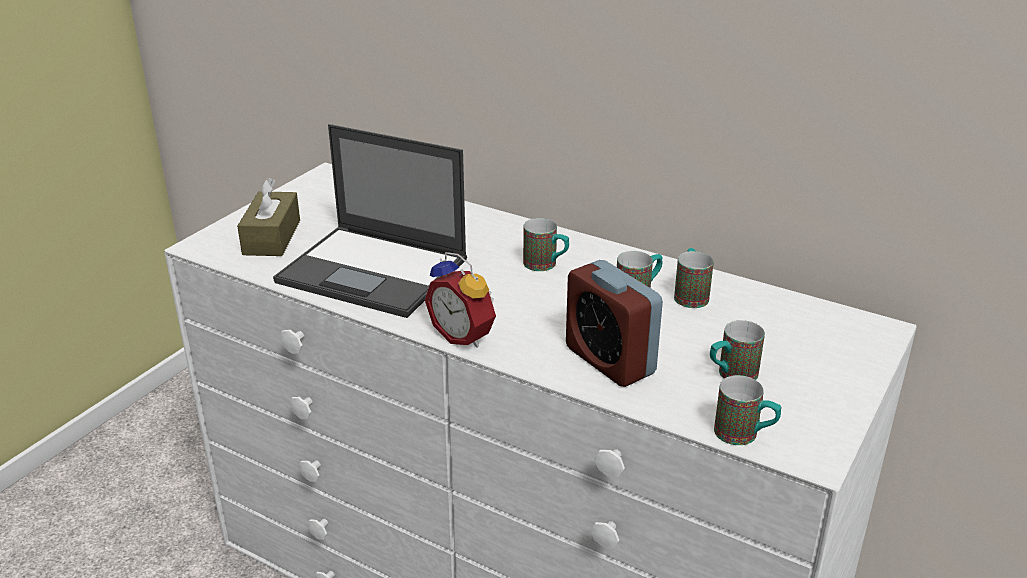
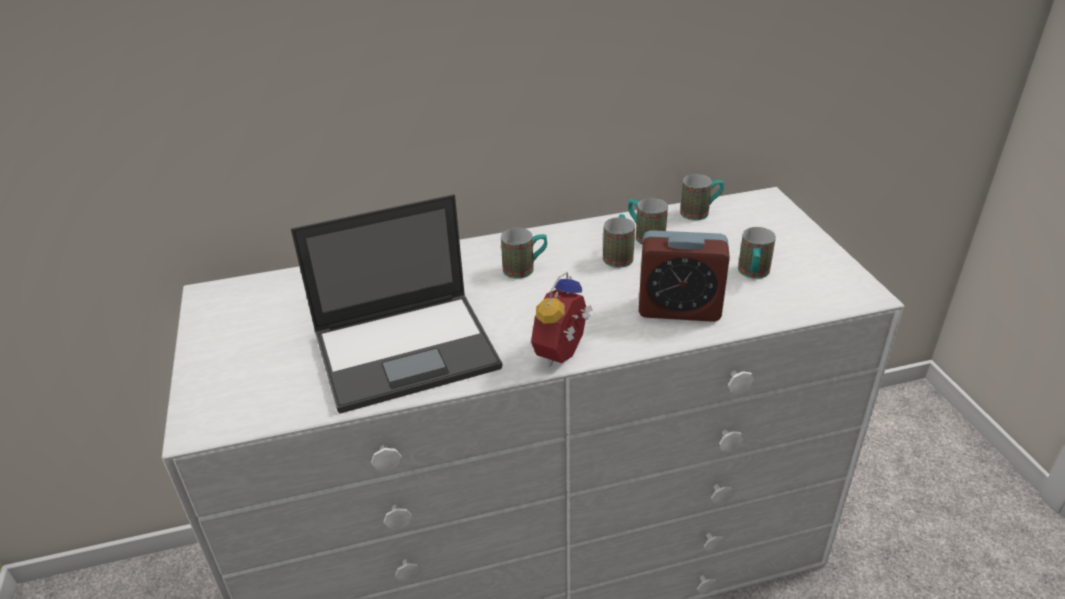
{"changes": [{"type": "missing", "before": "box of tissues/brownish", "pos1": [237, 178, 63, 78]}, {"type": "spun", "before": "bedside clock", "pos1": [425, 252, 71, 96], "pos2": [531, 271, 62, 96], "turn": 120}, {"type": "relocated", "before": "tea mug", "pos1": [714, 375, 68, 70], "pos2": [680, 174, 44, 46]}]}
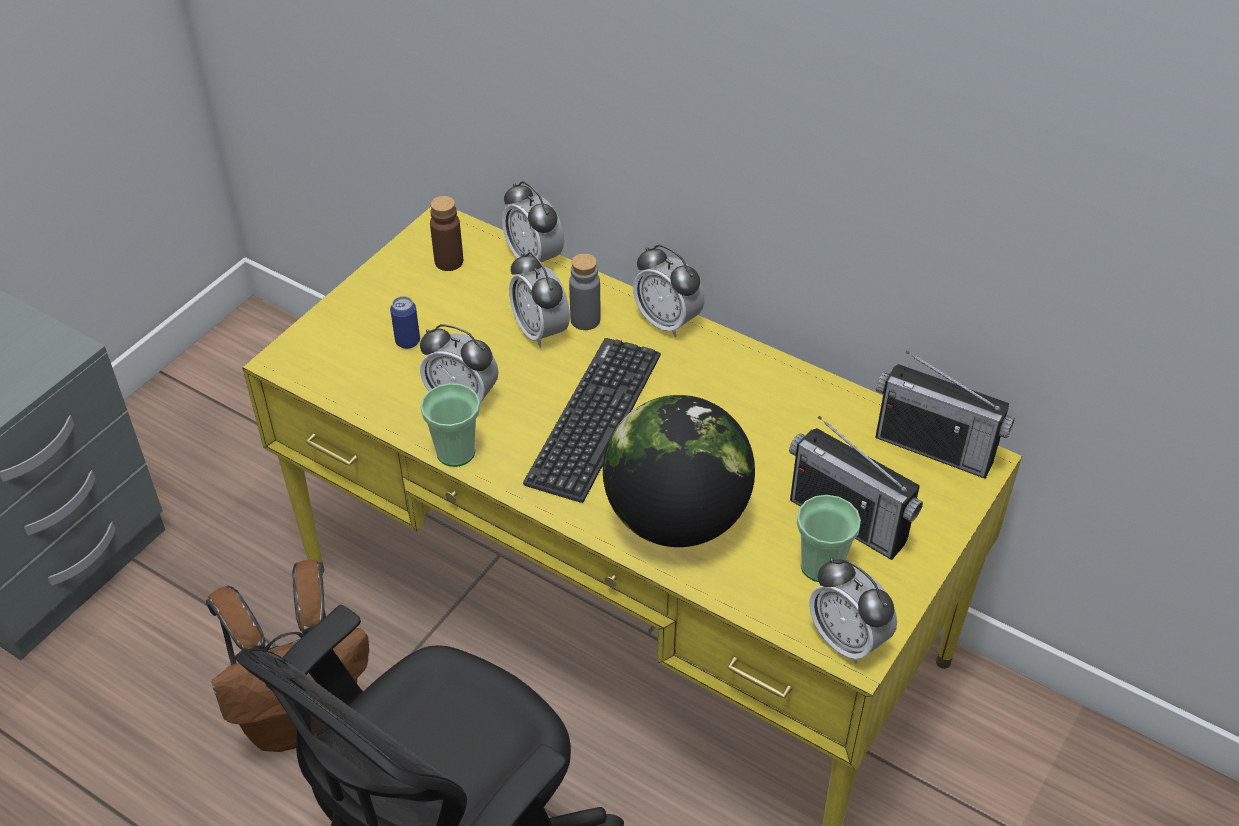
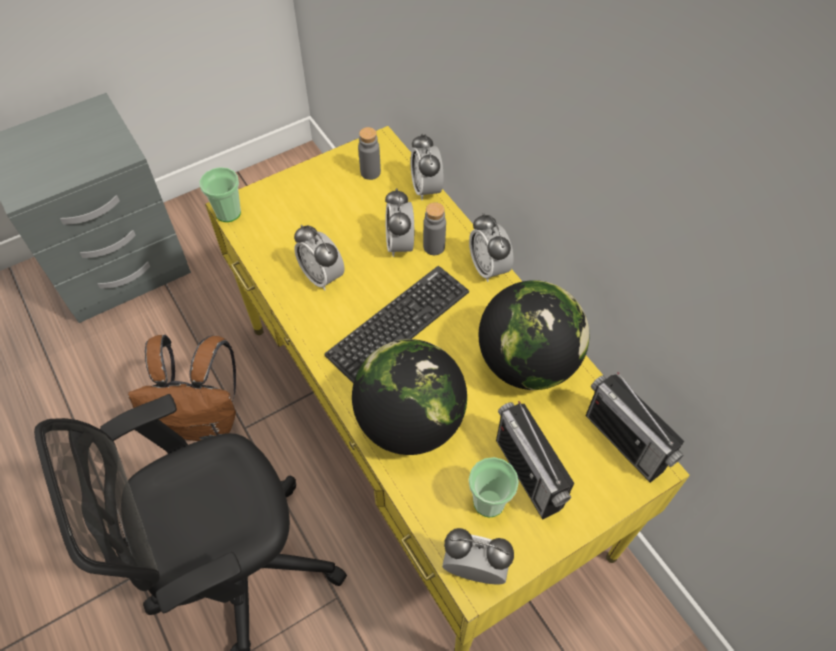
{"changes": [{"type": "colour", "before": "bottle/brownish", "after": "bottle/gray", "pos1": [430, 196, 33, 75], "pos2": [358, 127, 23, 53]}, {"type": "missing", "before": "can", "pos1": [390, 296, 30, 53]}, {"type": "relocated", "before": "small cup", "pos1": [420, 383, 60, 84], "pos2": [199, 167, 42, 55]}, {"type": "spun", "before": "bedside clock", "pos1": [809, 558, 88, 106], "pos2": [442, 528, 72, 56], "turn": 120}, {"type": "appeared", "after": "globe", "pos2": [478, 280, 111, 110]}]}
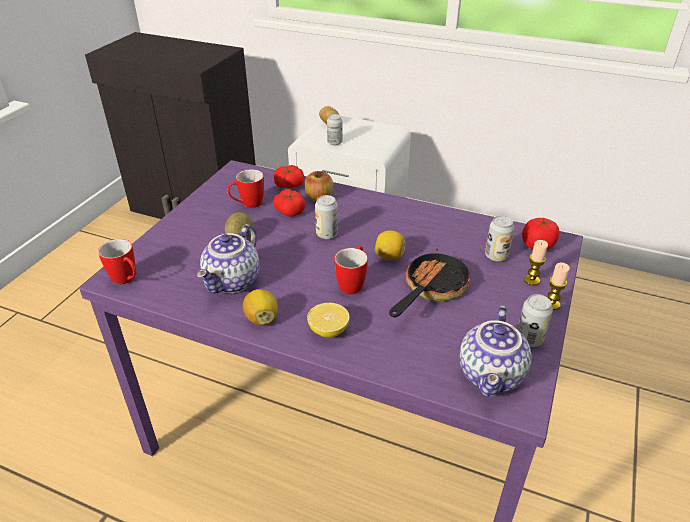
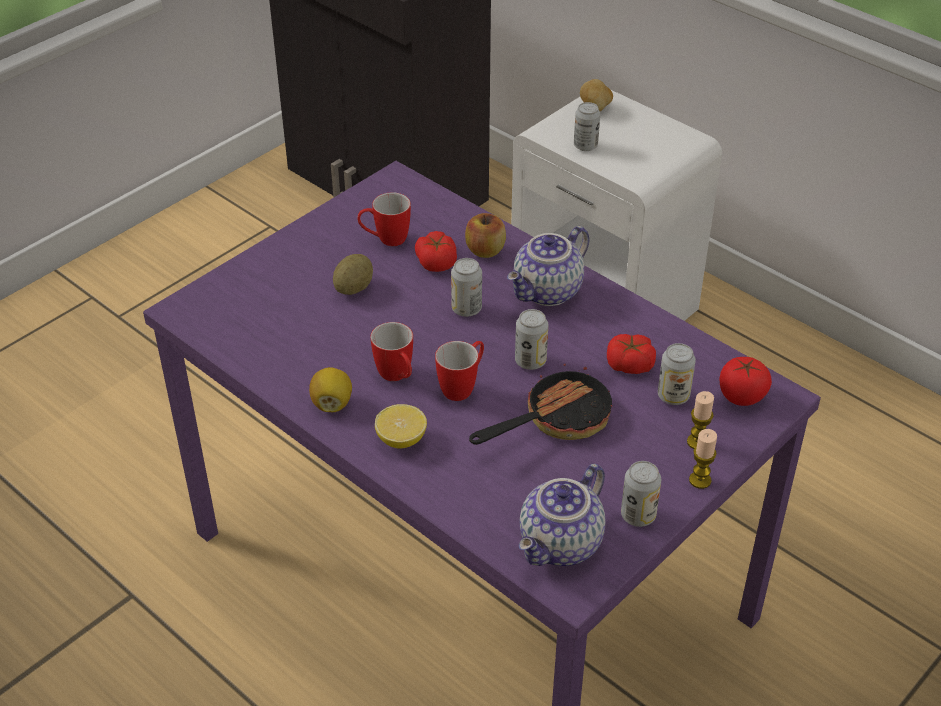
{"changes": [{"type": "relocated", "before": "tomato", "pos1": [274, 165, 30, 23], "pos2": [607, 334, 49, 40]}, {"type": "relocated", "before": "teapot", "pos1": [197, 224, 62, 69], "pos2": [507, 226, 83, 80]}, {"type": "exchanged", "before": "citrus fruit", "after": "can", "pos1": [375, 230, 31, 30], "pos2": [515, 309, 33, 61]}, {"type": "relocated", "before": "tea mug", "pos1": [98, 239, 38, 45], "pos2": [370, 322, 43, 59]}]}
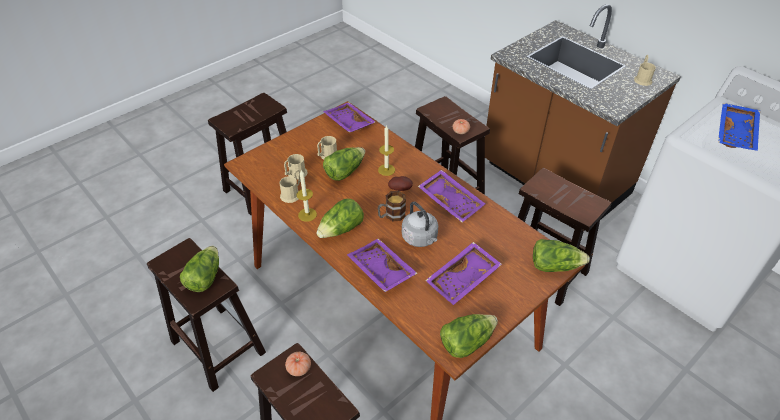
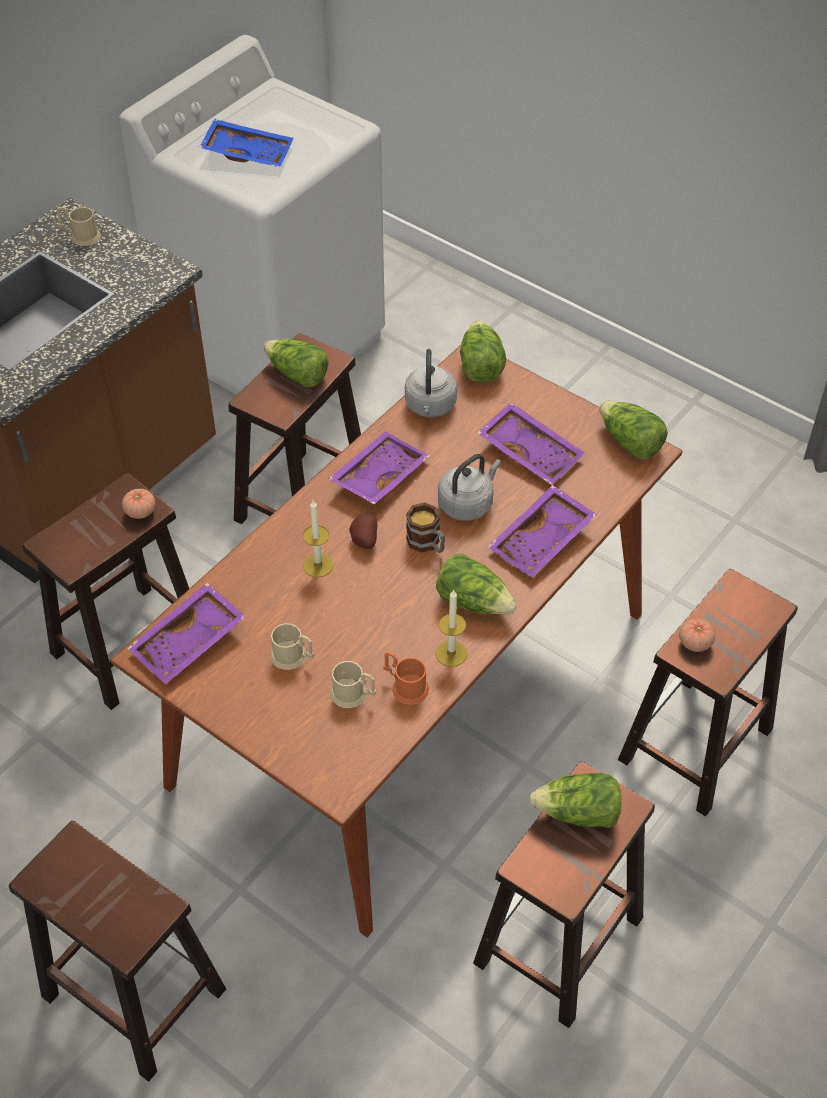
{"changes": [{"type": "relocated", "before": "lettuce head", "pos1": [323, 147, 42, 34], "pos2": [263, 339, 66, 48]}, {"type": "colour", "before": "tea mug/sand-coloured", "after": "tea mug/orange", "pos1": [280, 169, 21, 34], "pos2": [383, 652, 46, 53]}, {"type": "appeared", "after": "tea kettle/gray", "pos2": [405, 349, 52, 68]}]}
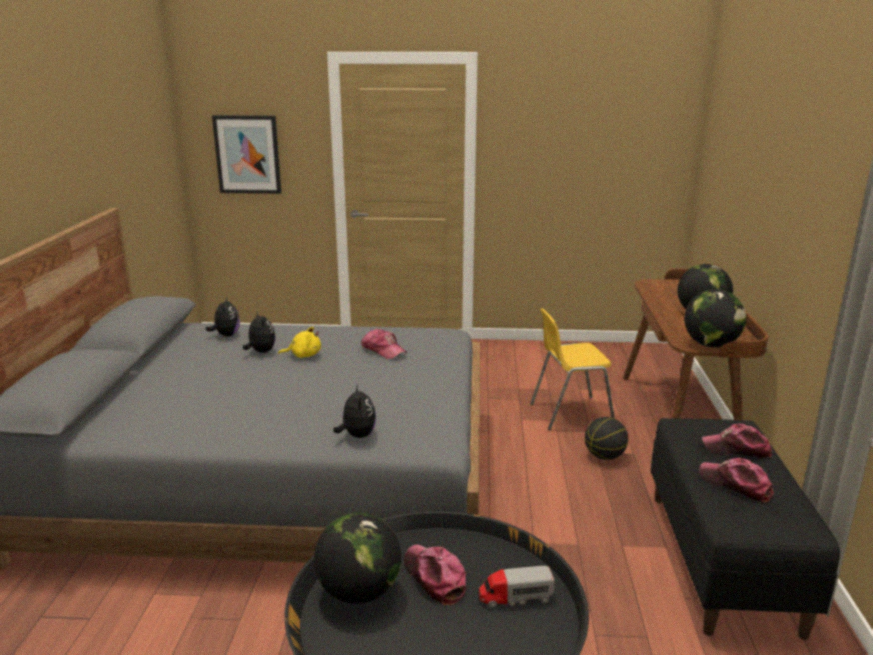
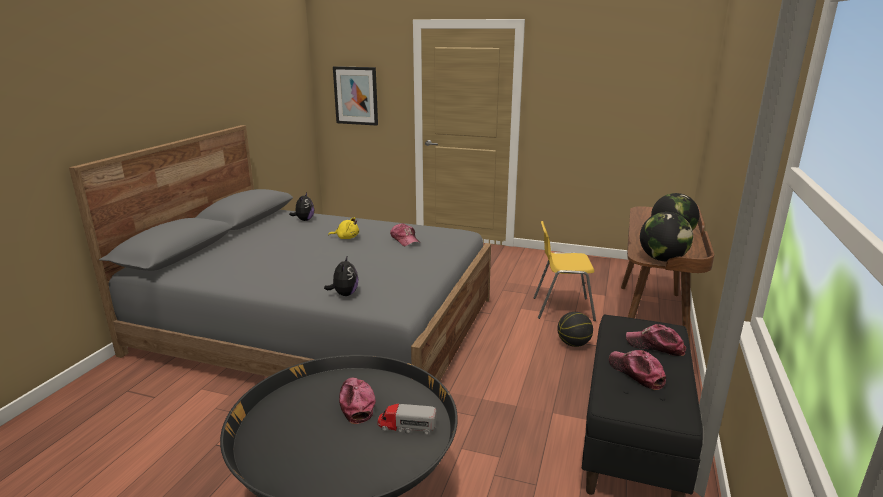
{"changes": [{"type": "missing", "before": "cuddly toy", "pos1": [243, 311, 33, 42]}, {"type": "missing", "before": "globe", "pos1": [314, 513, 87, 91]}]}
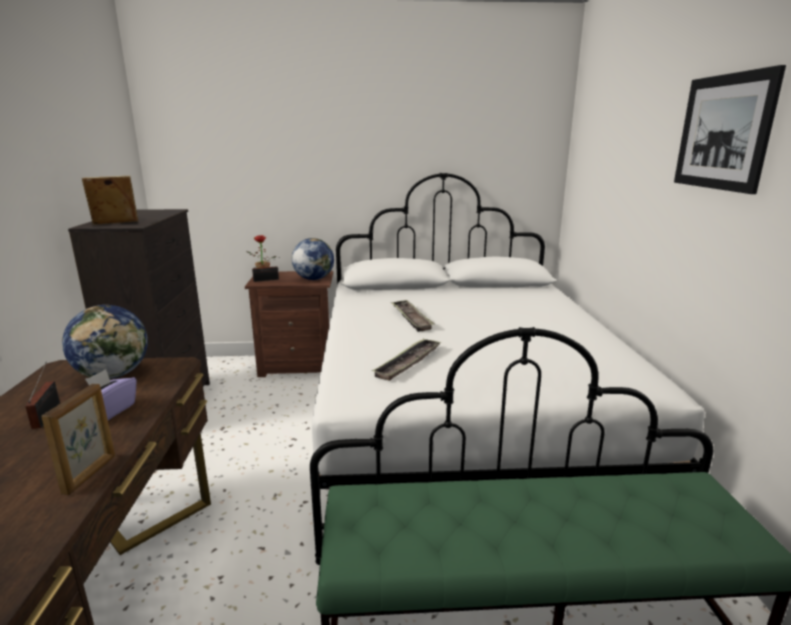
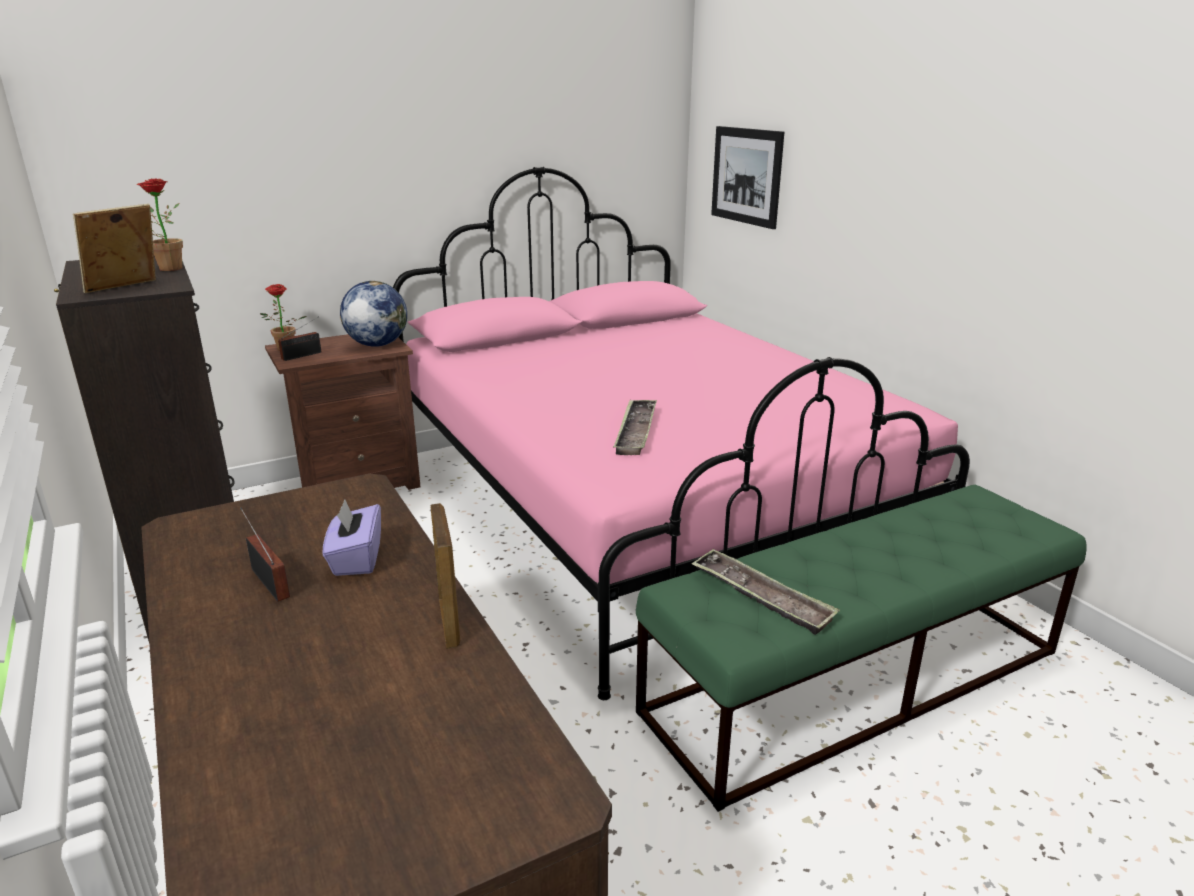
{"changes": [{"type": "relocated", "before": "wall picture", "pos1": [674, 65, 112, 129], "pos2": [711, 126, 73, 103]}, {"type": "colour", "before": "sleeping bed/whitish", "after": "sleeping bed/pink", "pos1": [310, 173, 403, 392], "pos2": [393, 167, 577, 533]}, {"type": "relocated", "before": "tray", "pos1": [392, 300, 43, 32], "pos2": [691, 549, 149, 86]}, {"type": "missing", "before": "globe", "pos1": [62, 305, 86, 74]}, {"type": "appeared", "after": "houseplant", "pos2": [136, 179, 47, 92]}]}
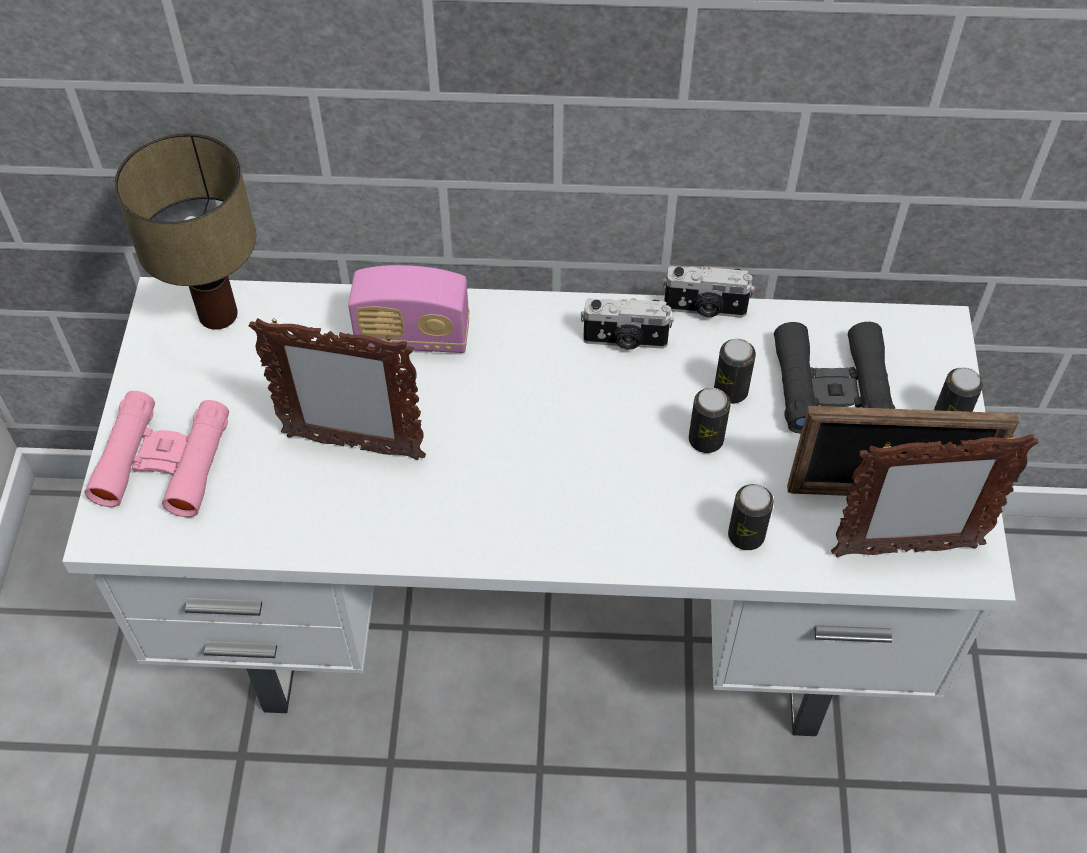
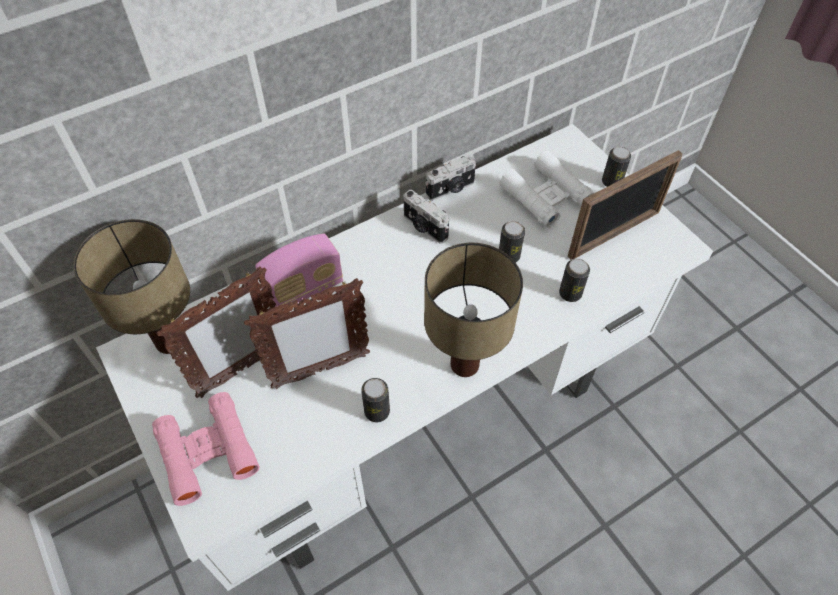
{"changes": [{"type": "spun", "before": "still camera", "pos1": [581, 298, 93, 52], "pos2": [403, 190, 46, 54], "turn": 75}, {"type": "colour", "before": "field glasses/blackish", "after": "field glasses/whitish", "pos1": [774, 322, 121, 111], "pos2": [500, 151, 94, 77]}, {"type": "relocated", "before": "can", "pos1": [714, 339, 42, 65], "pos2": [361, 378, 29, 44]}, {"type": "relocated", "before": "photo frame", "pos1": [831, 432, 207, 125], "pos2": [157, 266, 121, 132]}, {"type": "appeared", "after": "tabletop lamp", "pos2": [424, 243, 99, 134]}]}
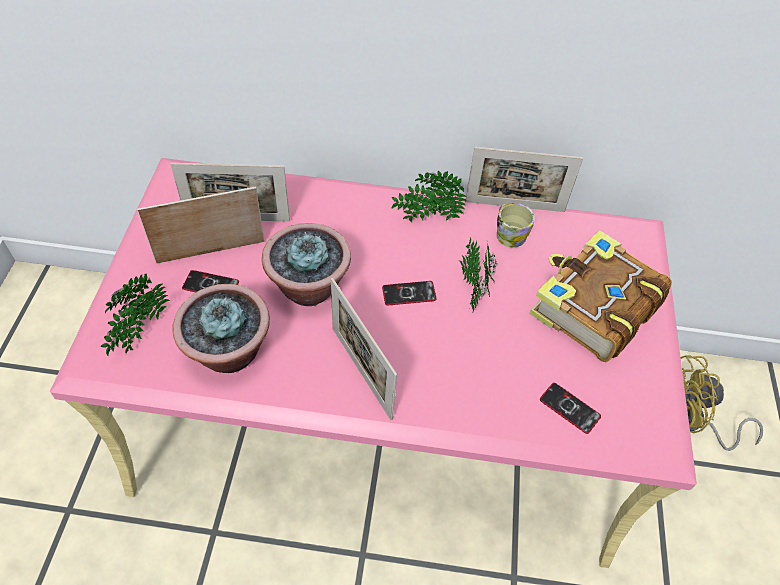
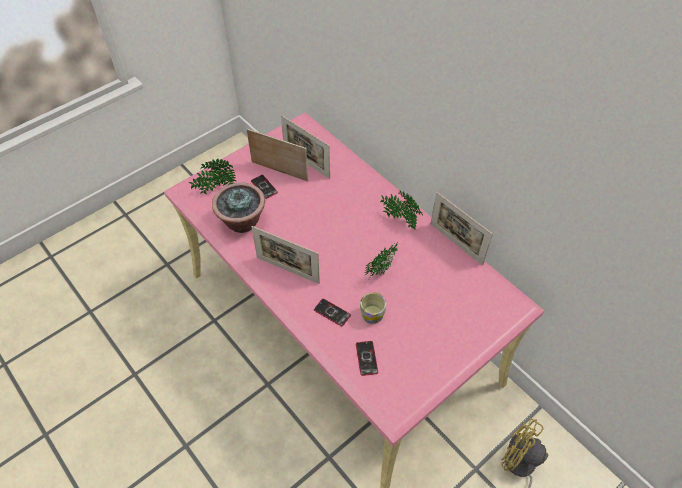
{"changes": [{"type": "relocated", "before": "tea mug", "pos1": [497, 203, 38, 45], "pos2": [360, 292, 26, 32]}, {"type": "missing", "before": "houseplant", "pos1": [262, 223, 89, 83]}, {"type": "missing", "before": "volume", "pos1": [530, 230, 142, 132]}, {"type": "spun", "before": "photo frame", "pos1": [331, 278, 66, 143], "pos2": [251, 226, 69, 58], "turn": -75}, {"type": "relocated", "before": "handset", "pos1": [382, 281, 55, 25], "pos2": [314, 299, 37, 28]}]}
